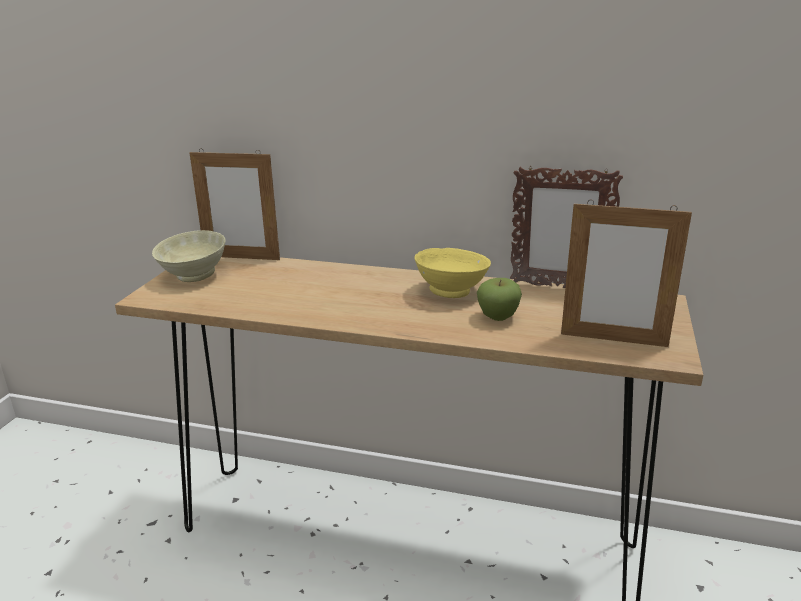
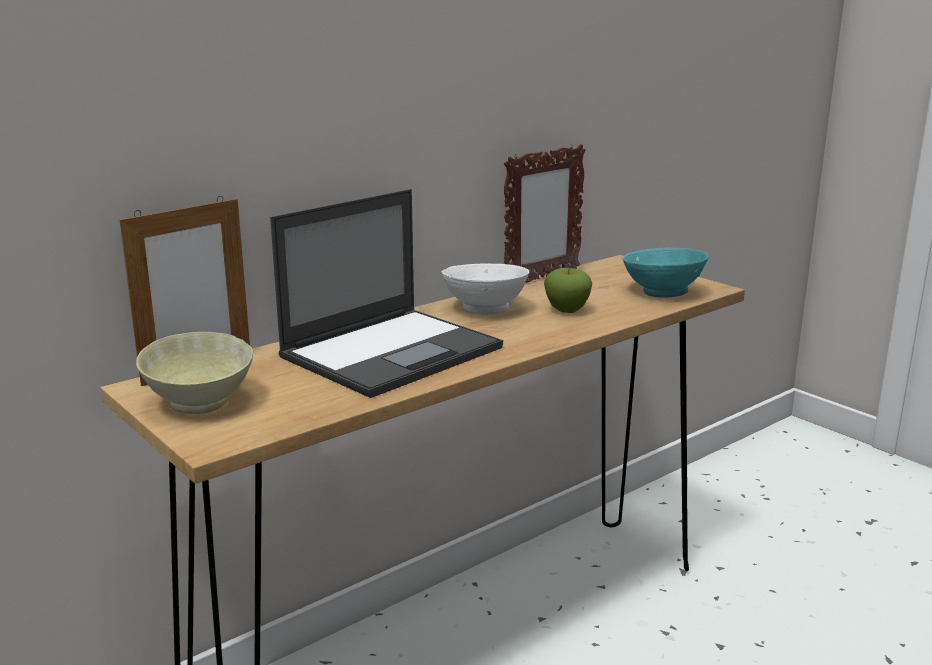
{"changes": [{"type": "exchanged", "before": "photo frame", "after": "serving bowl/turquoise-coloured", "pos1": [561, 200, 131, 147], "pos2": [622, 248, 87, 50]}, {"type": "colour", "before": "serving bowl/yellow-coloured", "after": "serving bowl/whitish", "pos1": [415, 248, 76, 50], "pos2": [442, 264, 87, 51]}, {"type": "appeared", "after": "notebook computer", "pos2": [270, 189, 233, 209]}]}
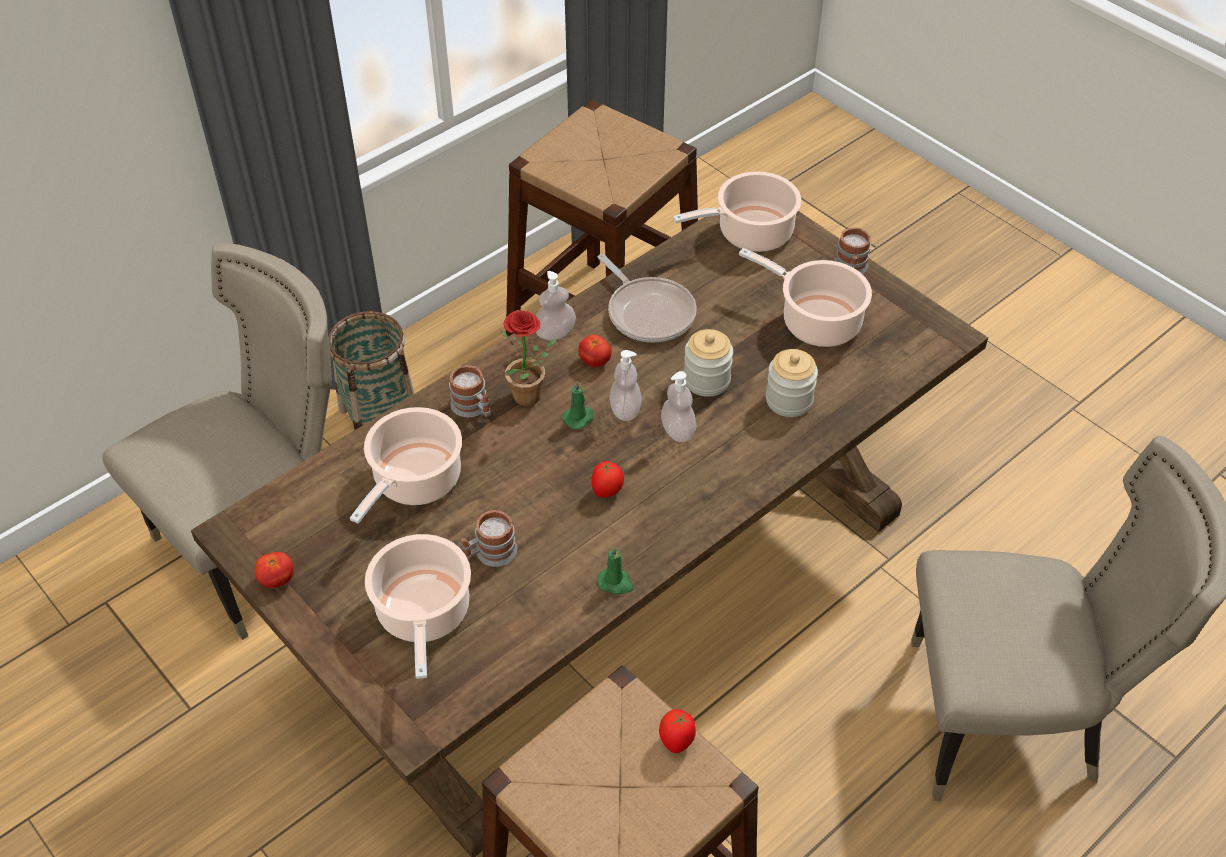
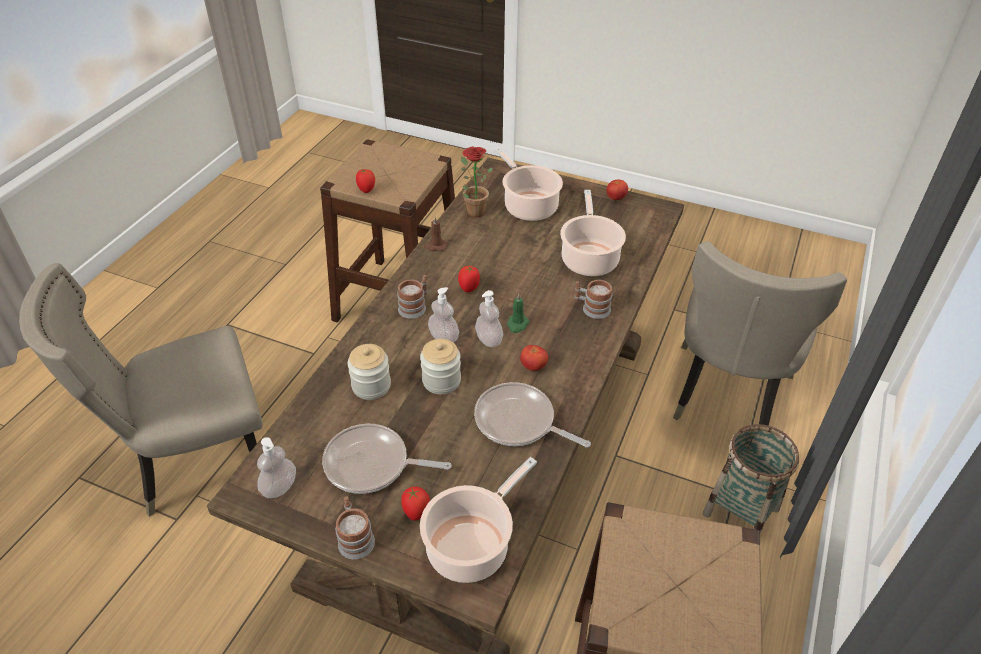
{"changes": [{"type": "exchanged", "before": "saucepot", "after": "pan", "pos1": [739, 248, 133, 99], "pos2": [322, 424, 130, 70]}, {"type": "relocated", "before": "soap dispenser", "pos1": [536, 271, 40, 70], "pos2": [257, 437, 39, 61]}, {"type": "relocated", "before": "houseplant", "pos1": [500, 310, 57, 96], "pos2": [461, 146, 32, 71]}, {"type": "relocated", "before": "tea mug", "pos1": [461, 510, 56, 57], "pos2": [397, 275, 31, 44]}, {"type": "colour", "before": "wax candle/green", "after": "wax candle/brownish", "pos1": [597, 546, 37, 49], "pos2": [424, 217, 23, 34]}, {"type": "appeared", "after": "tomato", "pos2": [401, 487, 29, 34]}]}
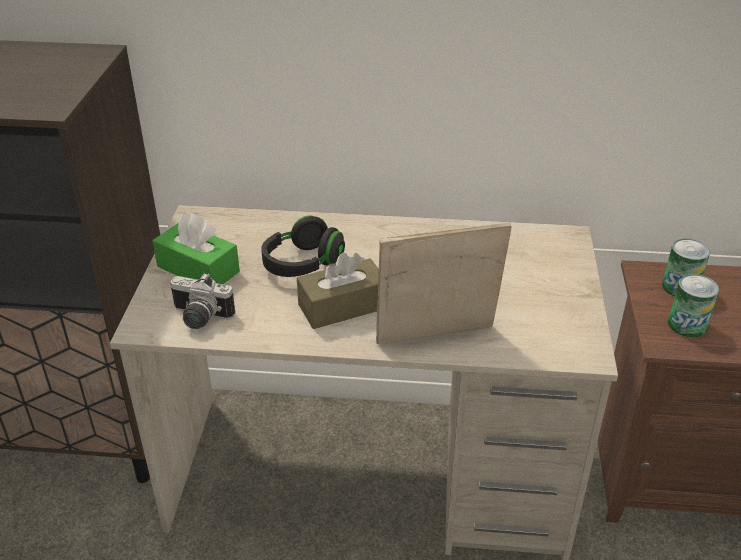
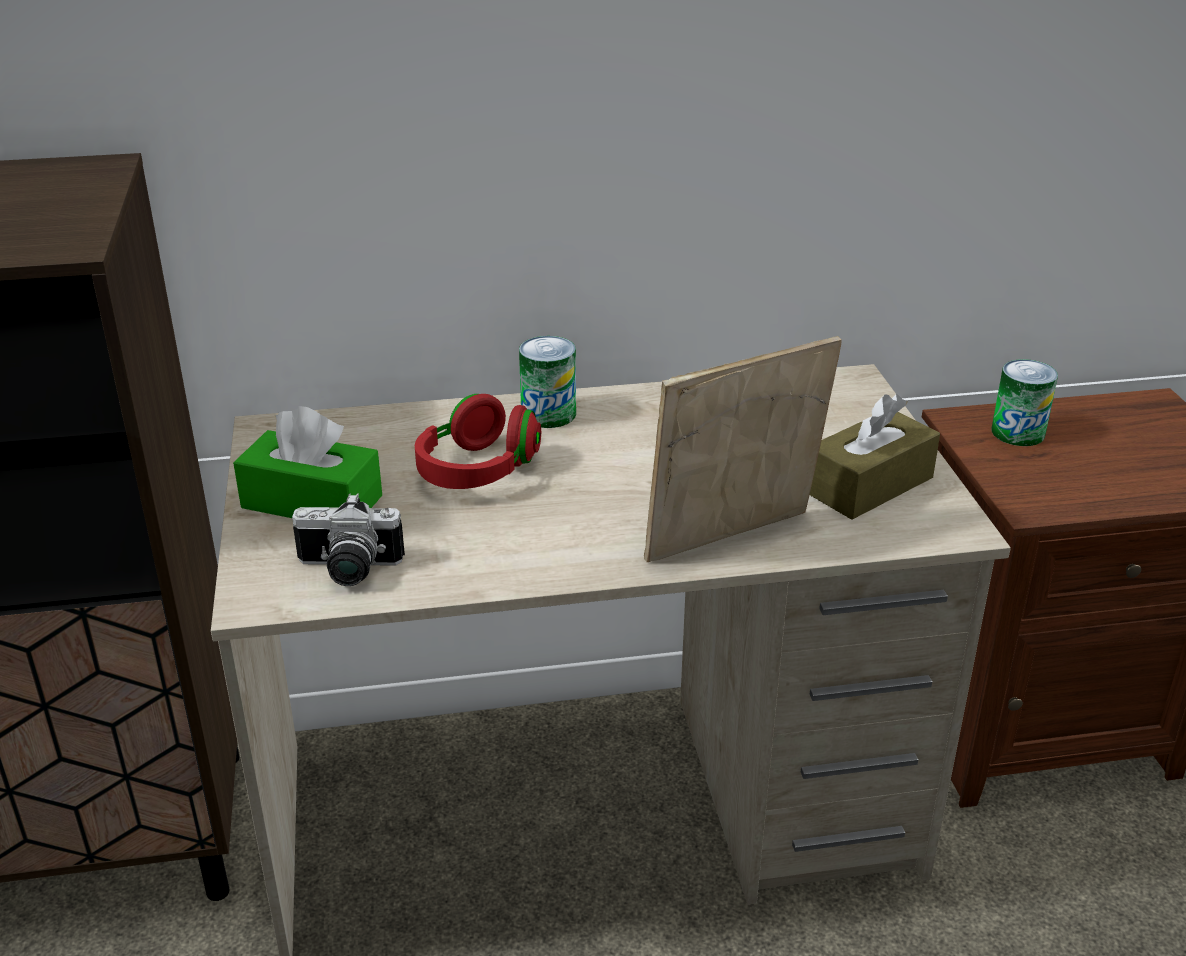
{"changes": [{"type": "colour", "before": "pair of headphones/blackish", "after": "pair of headphones/red-coloured", "pos1": [261, 215, 84, 62], "pos2": [415, 394, 126, 95]}, {"type": "relocated", "before": "box of tissues/brownish", "pos1": [297, 253, 82, 76], "pos2": [810, 394, 130, 126]}, {"type": "relocated", "before": "can", "pos1": [668, 274, 51, 63], "pos2": [519, 336, 57, 92]}]}
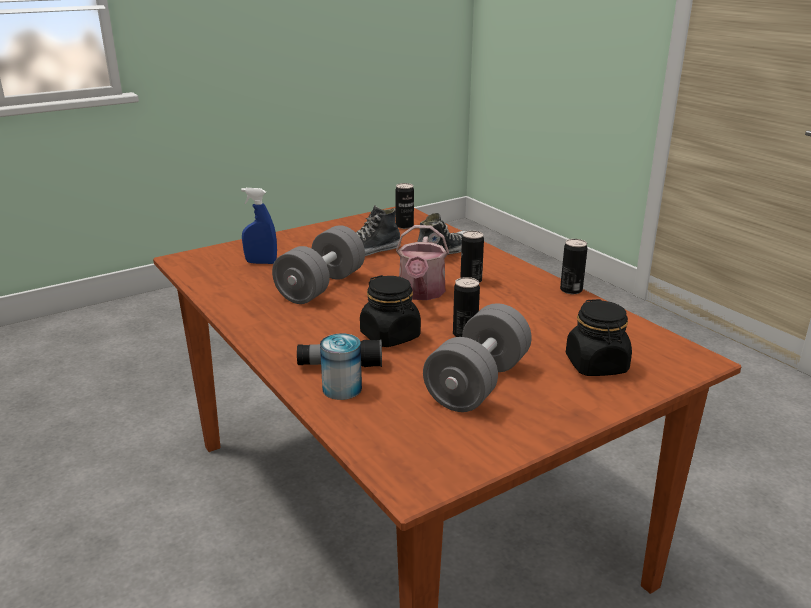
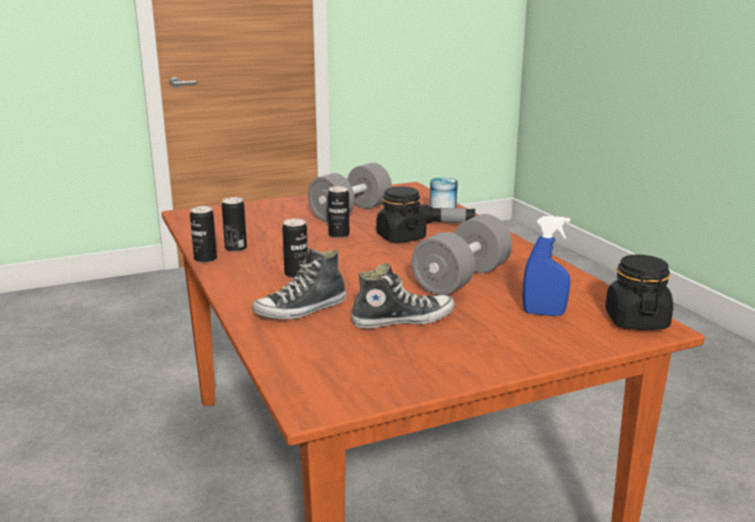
{"changes": [{"type": "relocated", "before": "can", "pos1": [395, 183, 19, 46], "pos2": [222, 197, 25, 55]}, {"type": "missing", "before": "watering can", "pos1": [396, 225, 53, 75]}, {"type": "relocated", "before": "storage jar/blackish", "pos1": [566, 299, 66, 77], "pos2": [605, 254, 68, 76]}]}
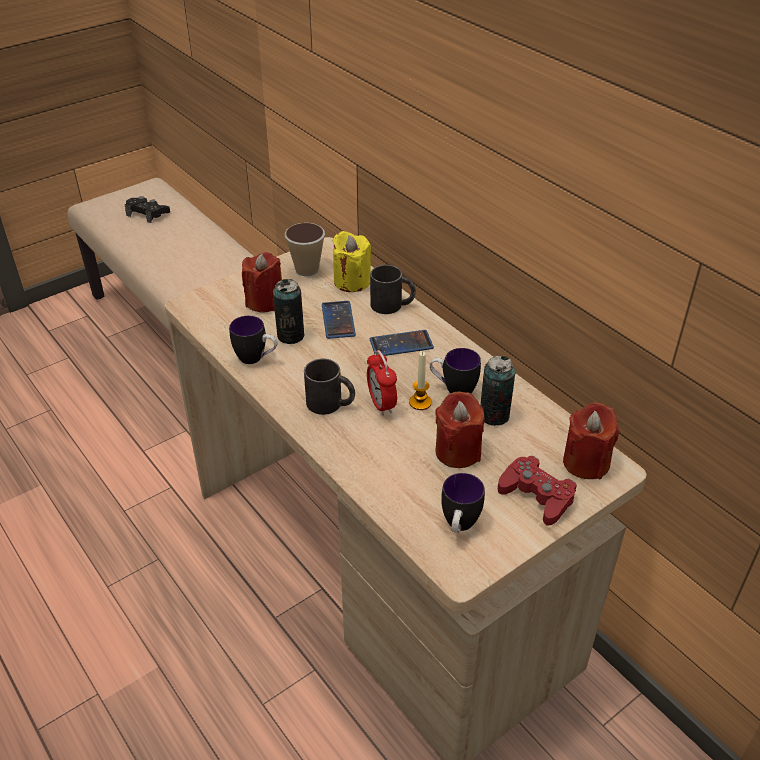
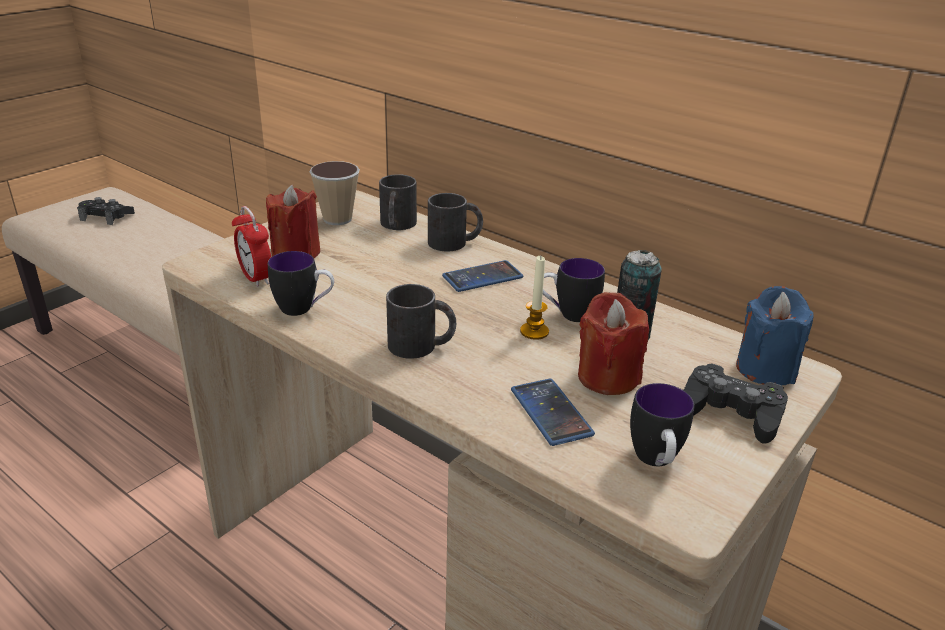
{"changes": [{"type": "exchanged", "before": "wax candle/yellow-coloured", "after": "tea mug/blackish", "pos1": [333, 231, 38, 61], "pos2": [379, 174, 38, 56]}, {"type": "missing", "before": "can", "pos1": [273, 279, 31, 65]}, {"type": "relocated", "before": "handset", "pos1": [322, 301, 34, 38], "pos2": [511, 379, 84, 67]}, {"type": "relocated", "before": "bedside clock", "pos1": [367, 350, 30, 66], "pos2": [232, 206, 39, 81]}, {"type": "colour", "before": "wax candle/red-coloured", "after": "wax candle/bluish", "pos1": [563, 402, 56, 78], "pos2": [736, 286, 78, 100]}, {"type": "colour", "before": "gamepad/red-coloured", "after": "gamepad/blackish", "pos1": [498, 456, 79, 69], "pos2": [684, 363, 104, 81]}]}
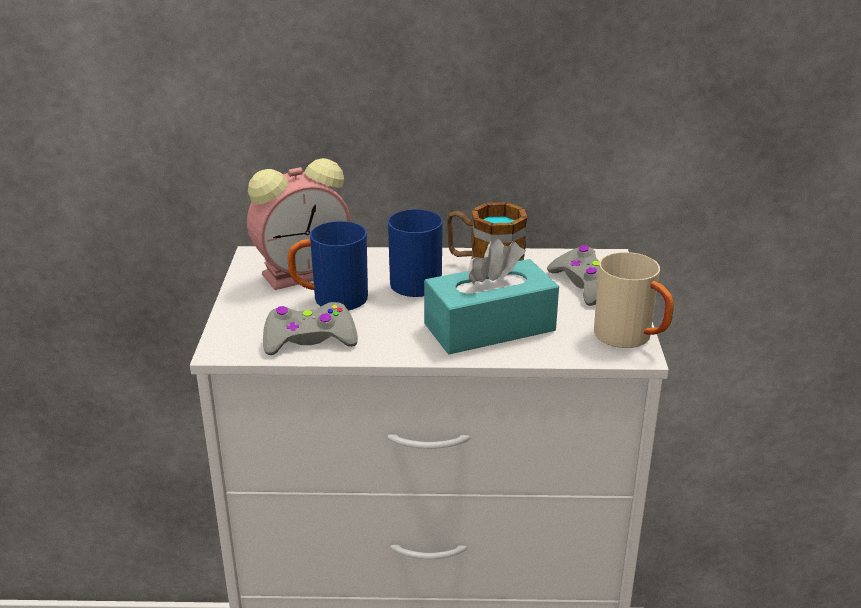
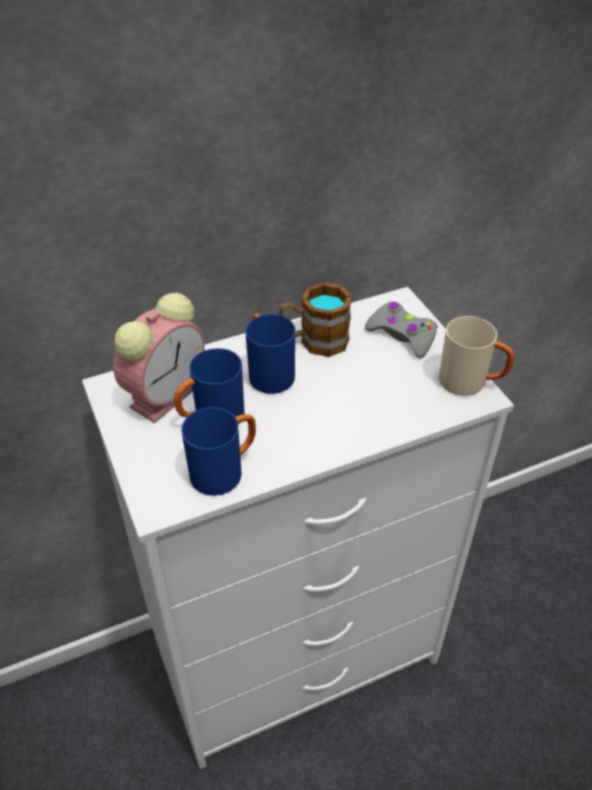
{"changes": [{"type": "missing", "before": "box of tissues/turquoise-coloured", "pos1": [424, 238, 135, 116]}, {"type": "exchanged", "before": "gamepad/gray", "after": "tea mug/bluish", "pos1": [263, 302, 95, 53], "pos2": [181, 407, 75, 89]}]}
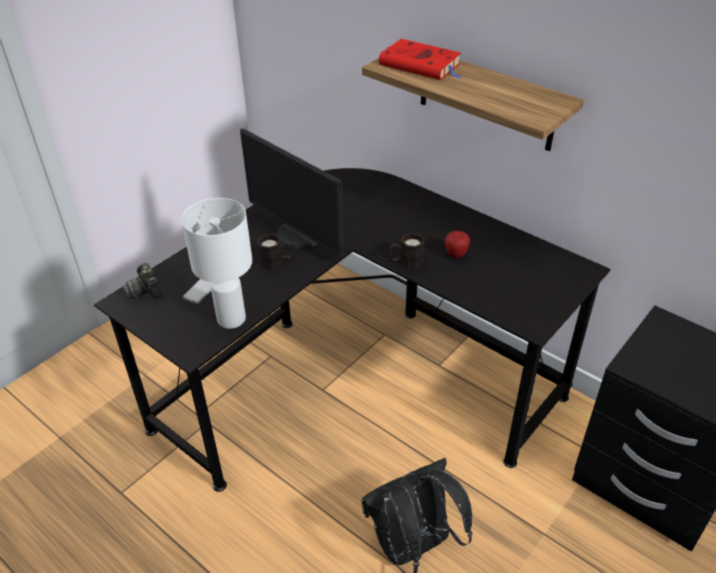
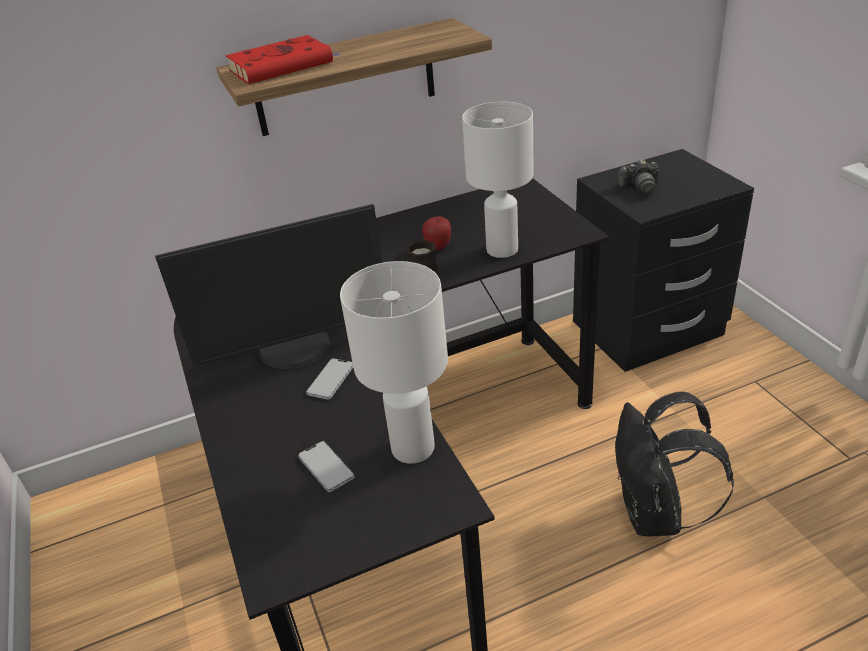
{"changes": [{"type": "exchanged", "before": "tea mug/blackish", "after": "handset", "pos1": [257, 233, 36, 37], "pos2": [306, 358, 47, 42]}, {"type": "relocated", "before": "still camera", "pos1": [122, 263, 41, 36], "pos2": [618, 160, 41, 35]}, {"type": "appeared", "after": "tabletop lamp/whitish", "pos2": [462, 102, 71, 156]}]}
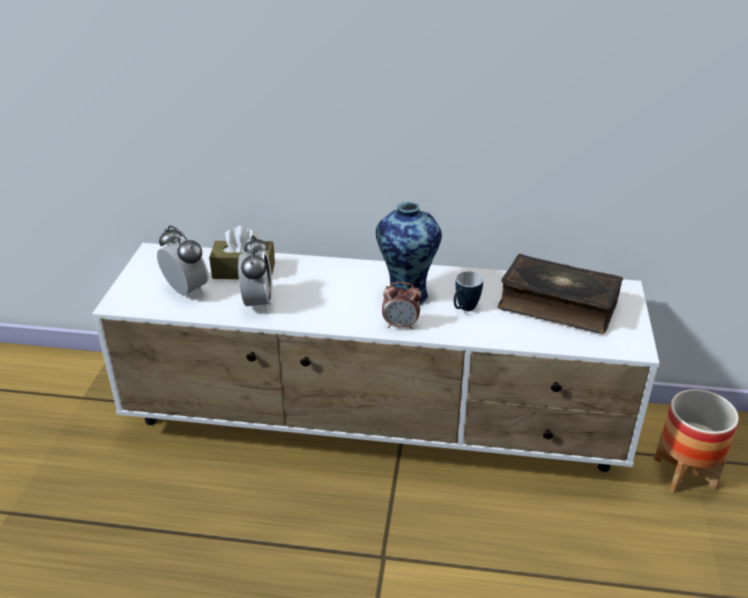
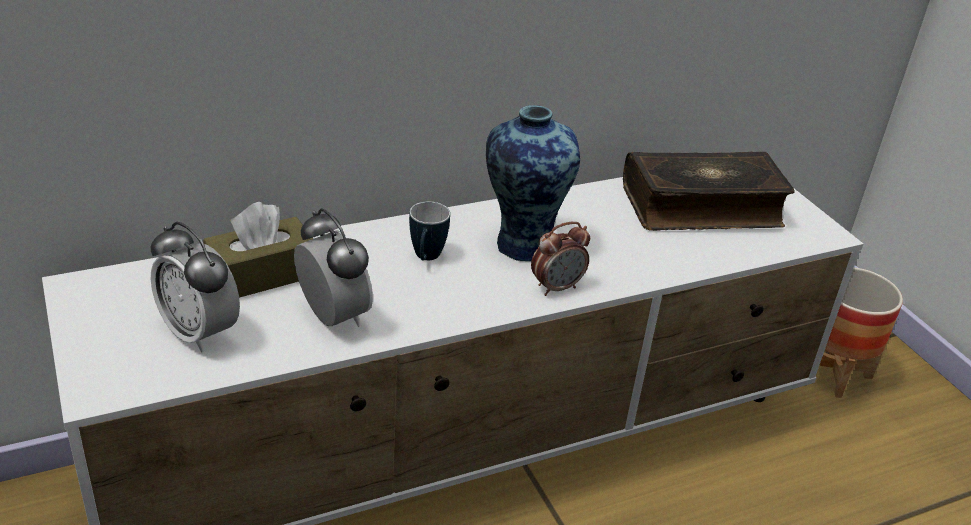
{"changes": [{"type": "spun", "before": "bedside clock", "pos1": [157, 226, 52, 69], "pos2": [151, 222, 89, 130], "turn": -150}, {"type": "relocated", "before": "tea mug", "pos1": [453, 271, 30, 40], "pos2": [409, 202, 41, 58]}]}
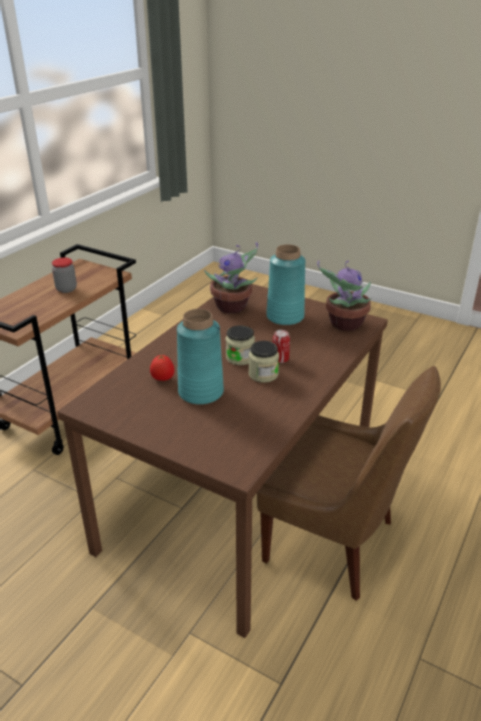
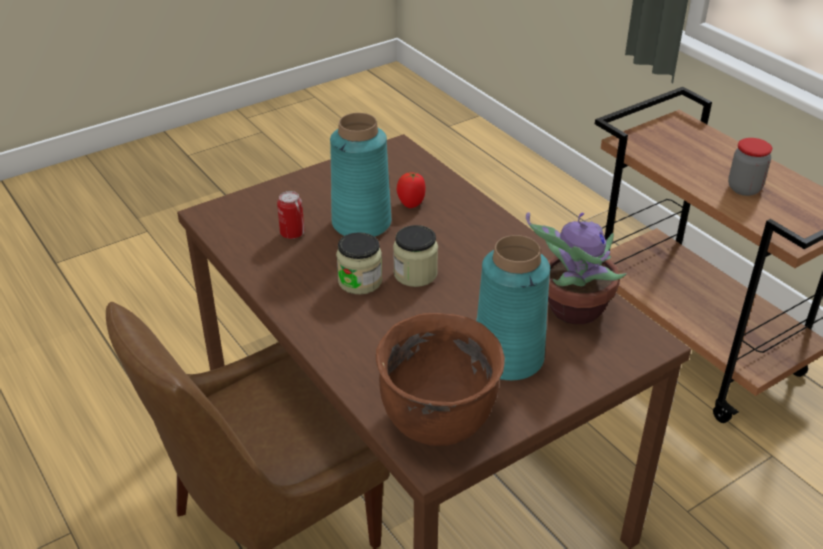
{"changes": [{"type": "exchanged", "before": "houseplant", "after": "saucepot/brownish", "pos1": [317, 260, 54, 71], "pos2": [376, 313, 129, 133]}, {"type": "relocated", "before": "can", "pos1": [273, 330, 17, 33], "pos2": [277, 191, 28, 48]}]}
